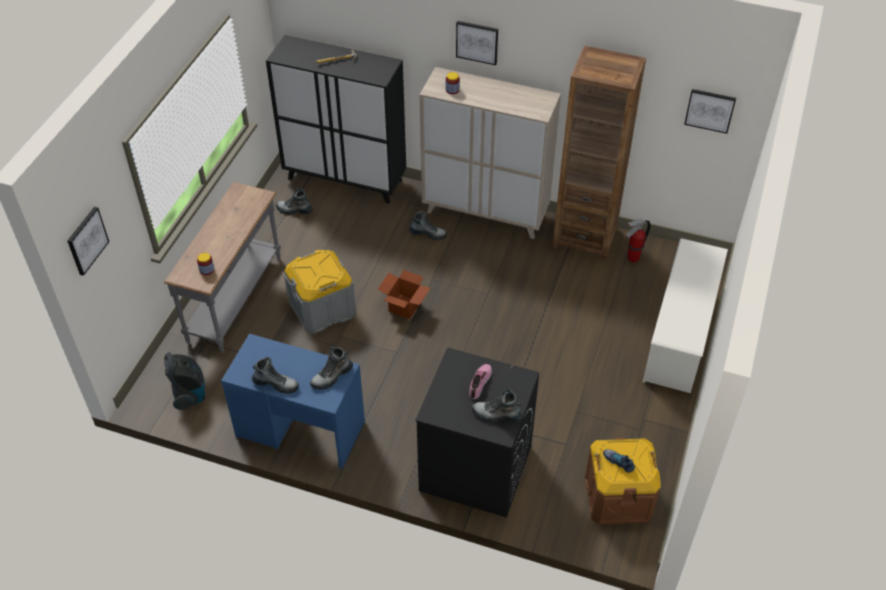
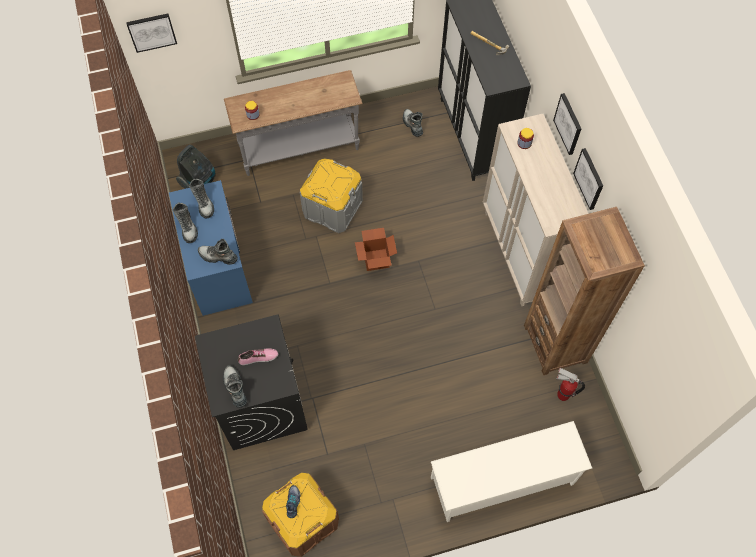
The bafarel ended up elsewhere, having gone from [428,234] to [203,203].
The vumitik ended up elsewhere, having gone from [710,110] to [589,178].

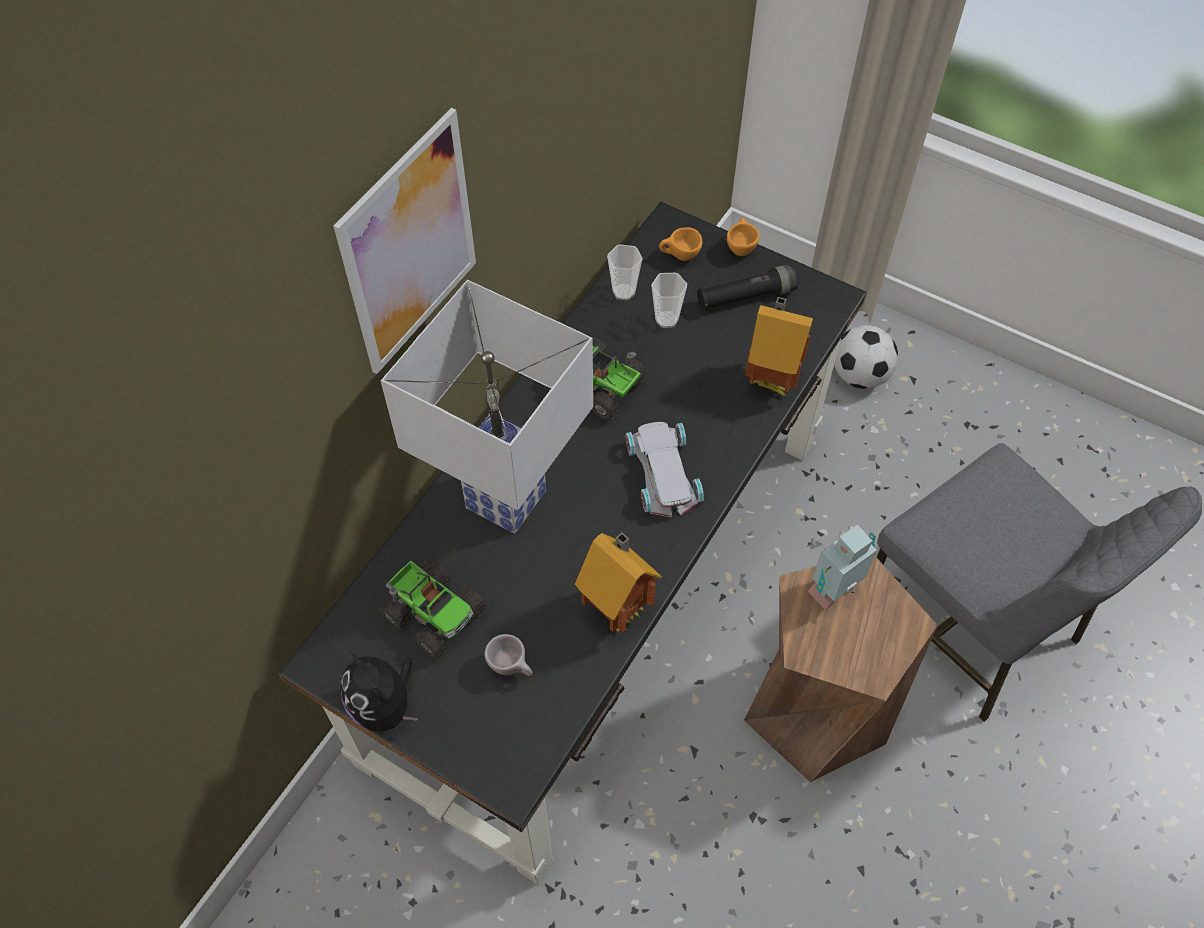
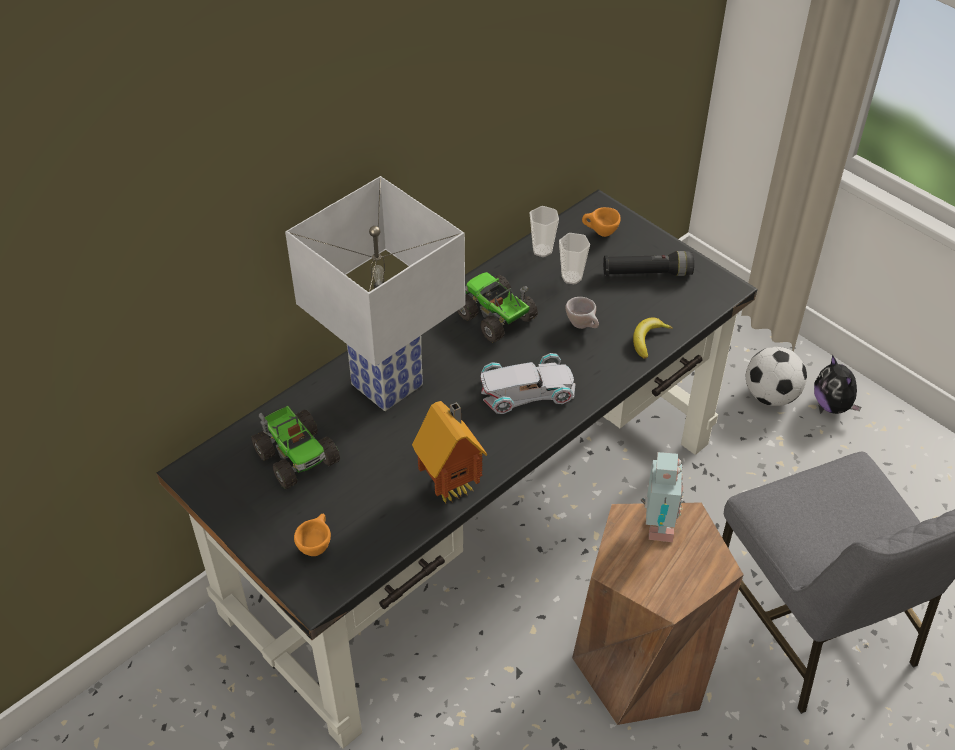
The second view lost the vumitik at [410,245].
The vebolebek ended up elsewhere, having gone from [385,706] to [833,405].
The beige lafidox ended up elsewhere, having gone from [512,667] to [583,326].
The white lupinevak at [664,471] ended up facing another way, 75 degrees clockwise from before.
The orange lafidox ended up elsewhere, having gone from [740,248] to [316,545].
Where the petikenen stood at [771,379], the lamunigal came to stand at [648,339].
The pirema at [834,592] ended up facing another way, 120 degrees clockwise from before.

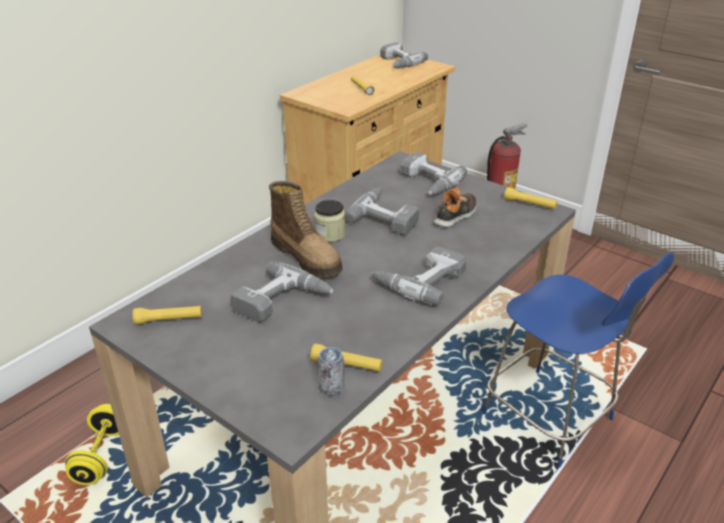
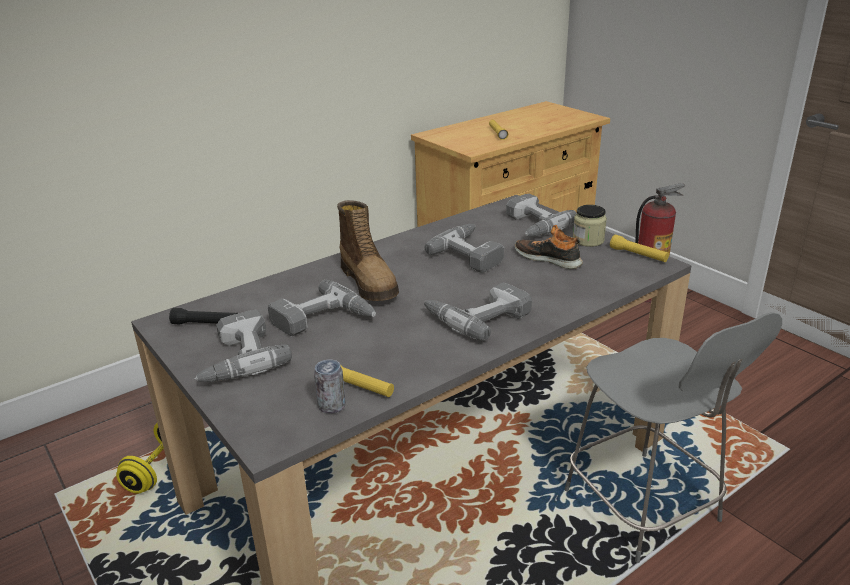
What was the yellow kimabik at [169,320] turned into the black kimabik at [206,324].
The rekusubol ended up elsewhere, having gone from [330,234] to [588,240].
The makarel ended up elsewhere, having gone from [397,63] to [236,358].
The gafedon at [456,215] ended up facing another way, 105 degrees counterclockwise from before.
What was the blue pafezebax at [551,419] turned into the grey pafezebax at [644,509].

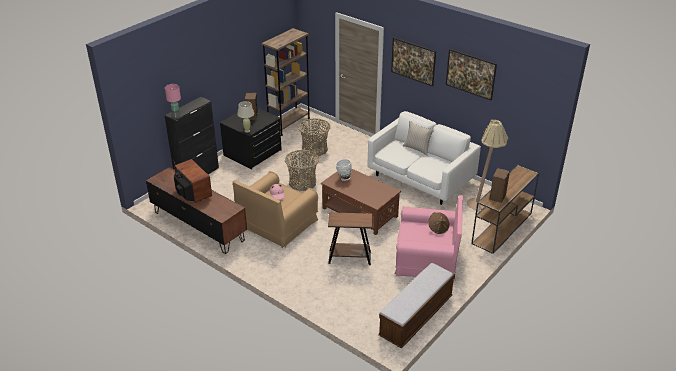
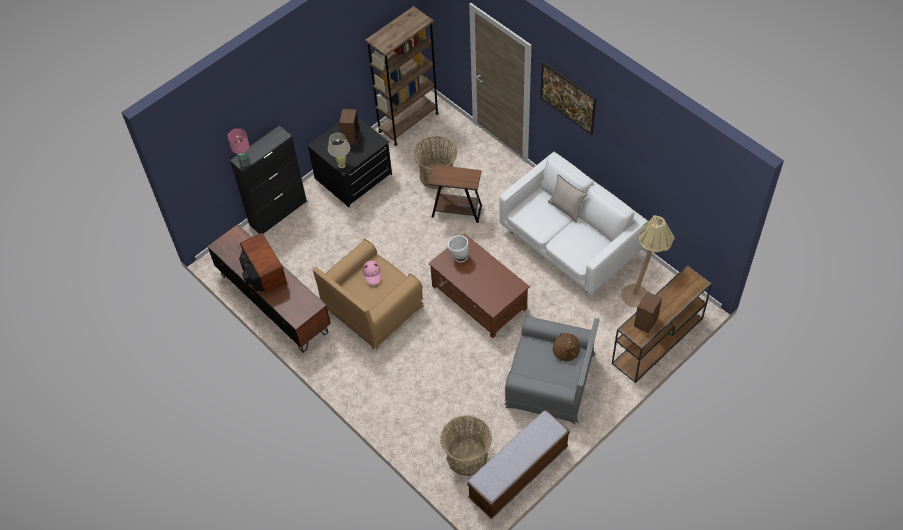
The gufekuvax ended up elsewhere, having gone from [302,182] to [467,456].
The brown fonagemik ended up elsewhere, having gone from [349,258] to [456,211].
What was the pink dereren at [426,256] turned into the grey dereren at [550,380].
The second view lost the vumitik at [469,83].

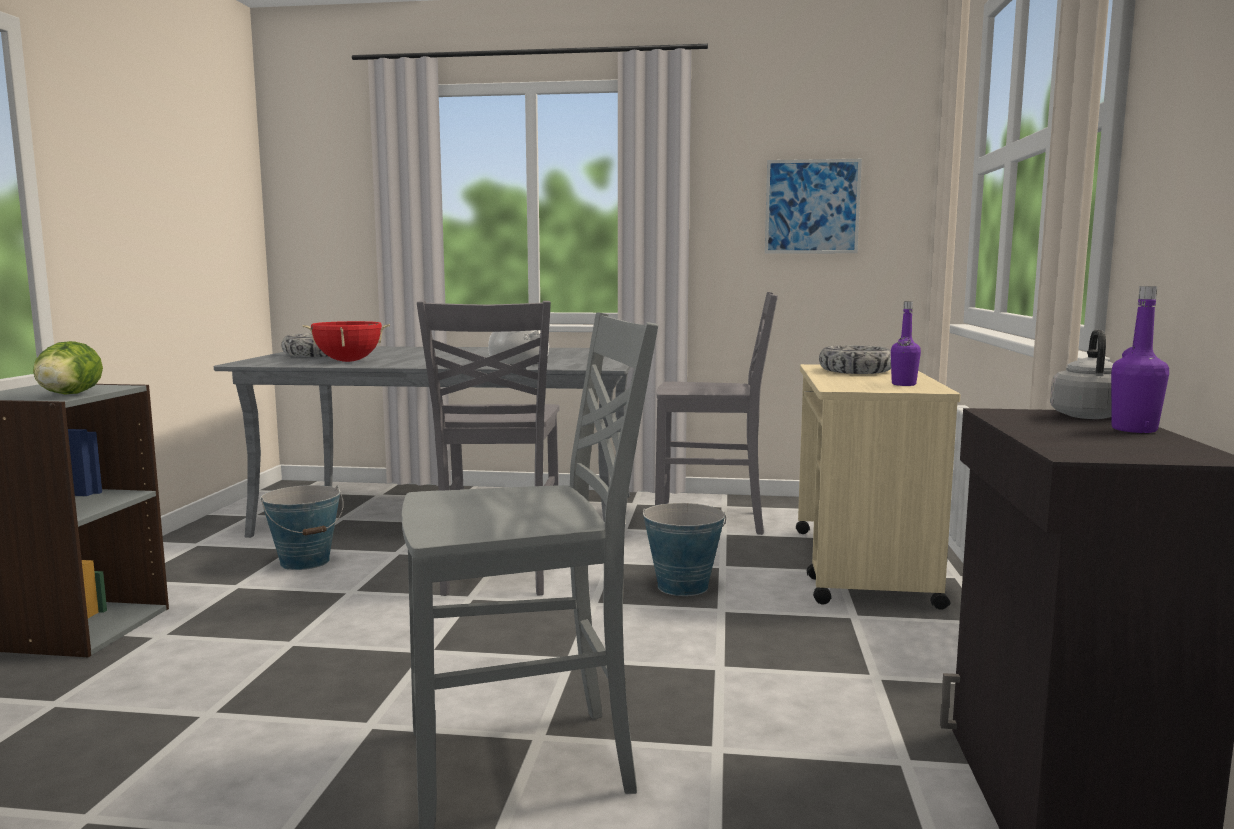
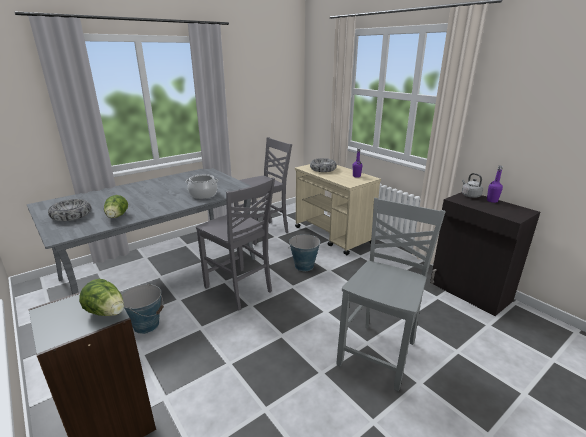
Where the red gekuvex stood at [348,361], the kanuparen came to stand at [117,217].
The second view lost the vumitik at [812,206].

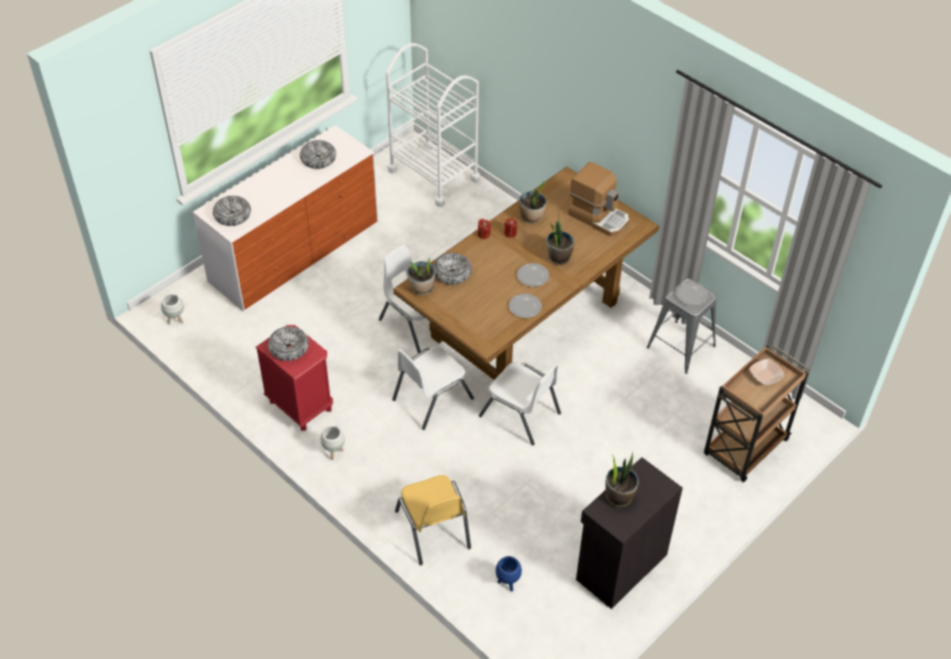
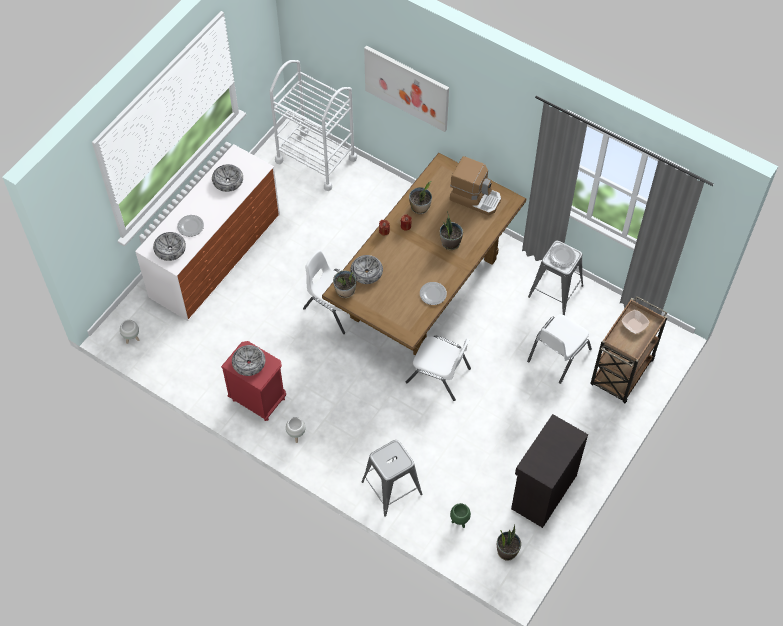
The white pafezebax ended up elsewhere, having gone from [431,399] to [558,355].
Where the yellow pafezebax stood at [433,530], the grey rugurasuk came to stand at [391,488].
What was the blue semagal at [507,583] turned into the green semagal at [459,521].
The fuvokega ended up elsewhere, having gone from [533,276] to [191,226].
The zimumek ended up elsewhere, having gone from [619,496] to [507,551].
The second view gained the vumitik at [407,87].

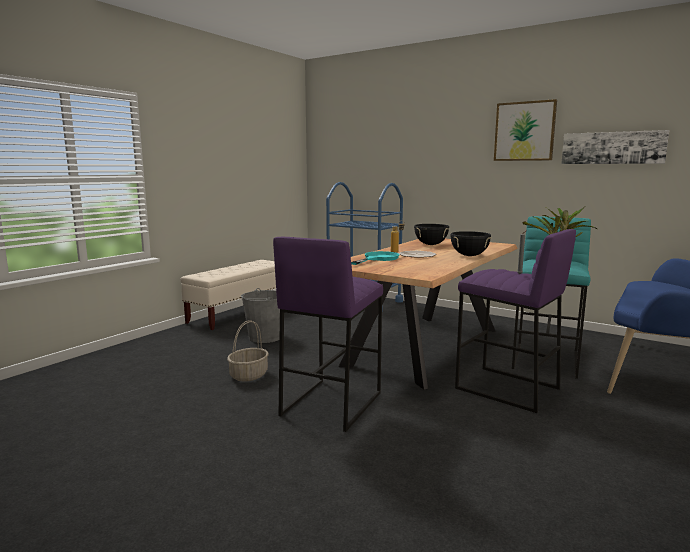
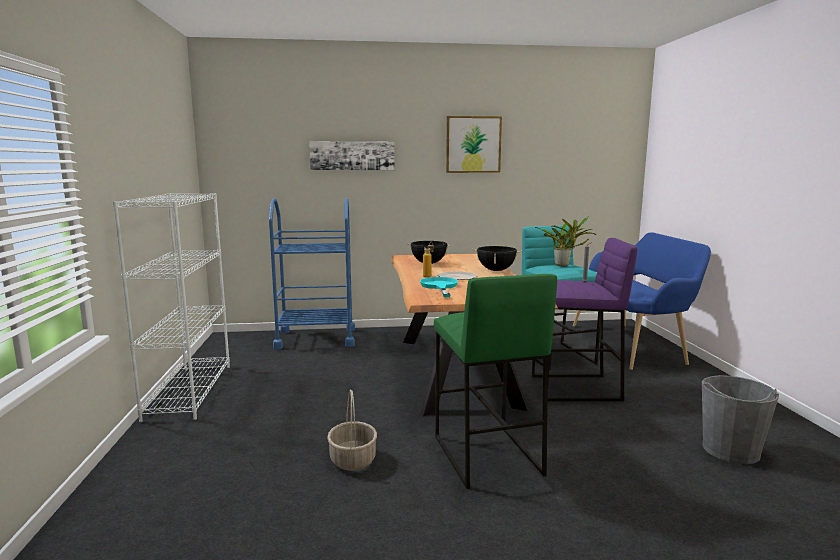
Where the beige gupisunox stood at [238,314], the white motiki came to stand at [189,391].
The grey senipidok ended up elsewhere, having gone from [264,337] to [730,450].
What was the purple rugurasuk at [331,403] turned into the green rugurasuk at [485,455].
The vumitik ended up elsewhere, having gone from [612,148] to [352,155].

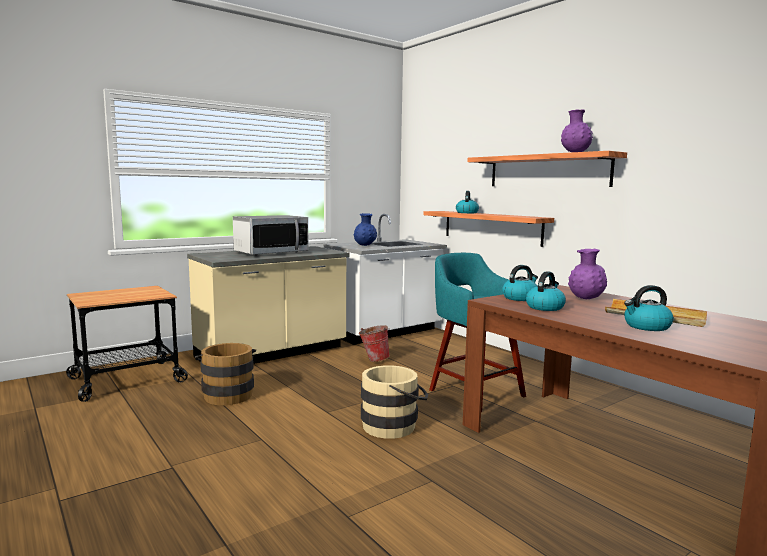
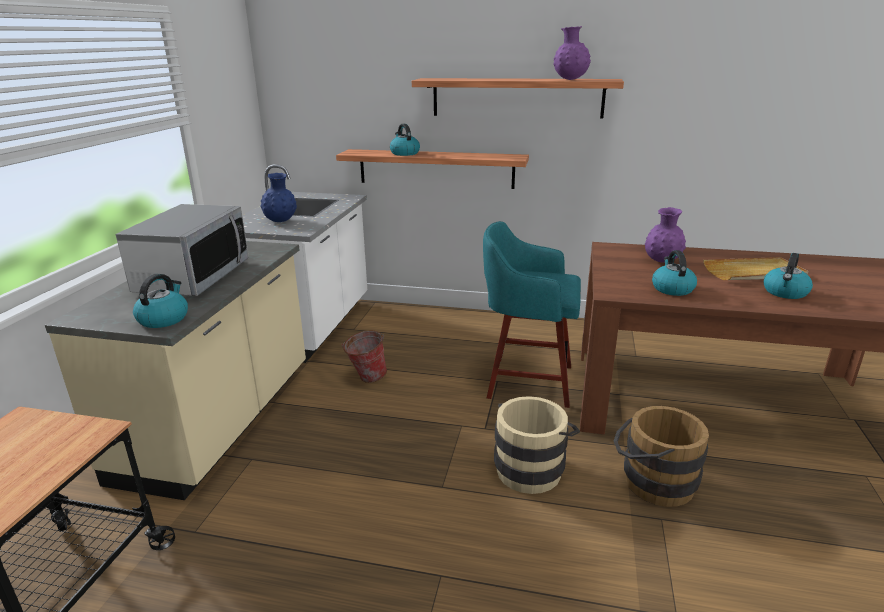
The brown senipidok ended up elsewhere, having gone from [227,394] to [651,481].
The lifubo ended up elsewhere, having gone from [520,298] to [163,319].

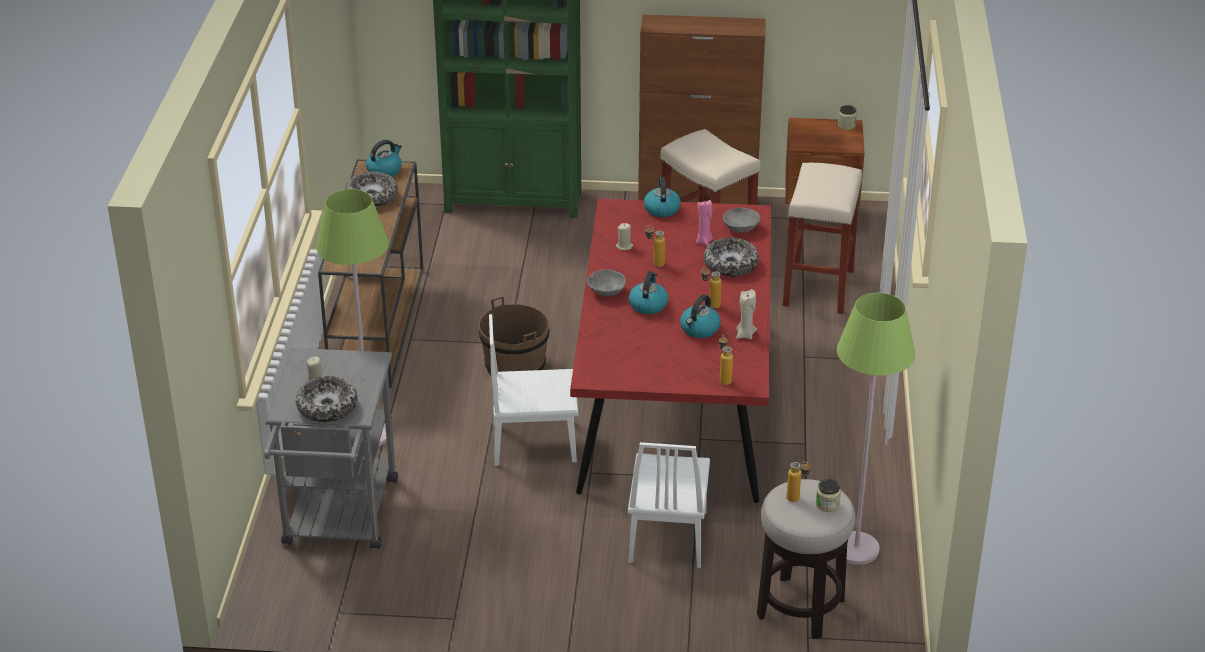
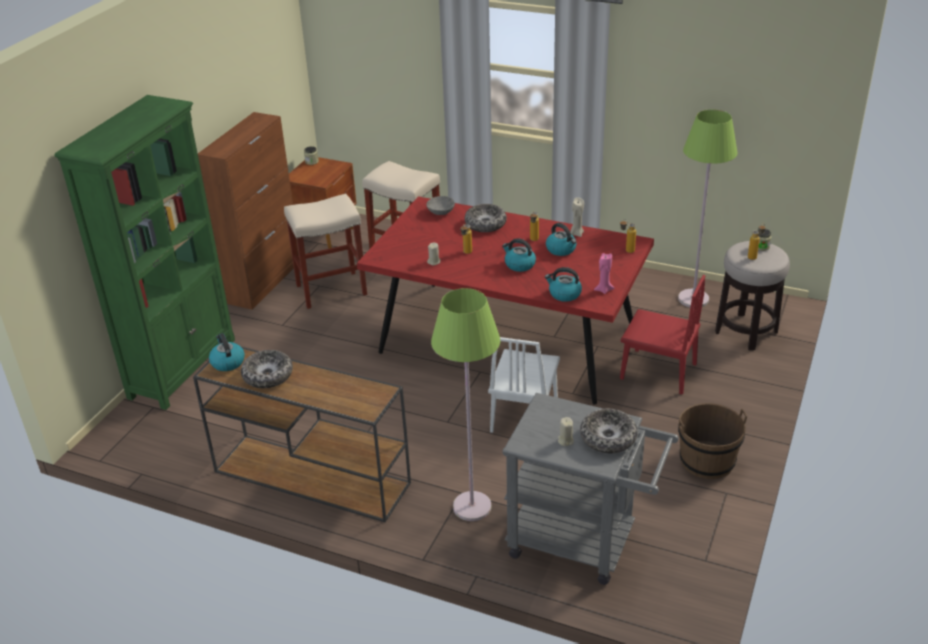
The brown senipidok ended up elsewhere, having gone from [515,367] to [707,461].
The second view lost the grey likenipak at [605,292].
What was the white pafezebax at [668,536] turned into the red pafezebax at [658,371].
The lifubo ended up elsewhere, having gone from [661,209] to [564,294].
The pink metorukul ended up elsewhere, having gone from [704,242] to [603,290].

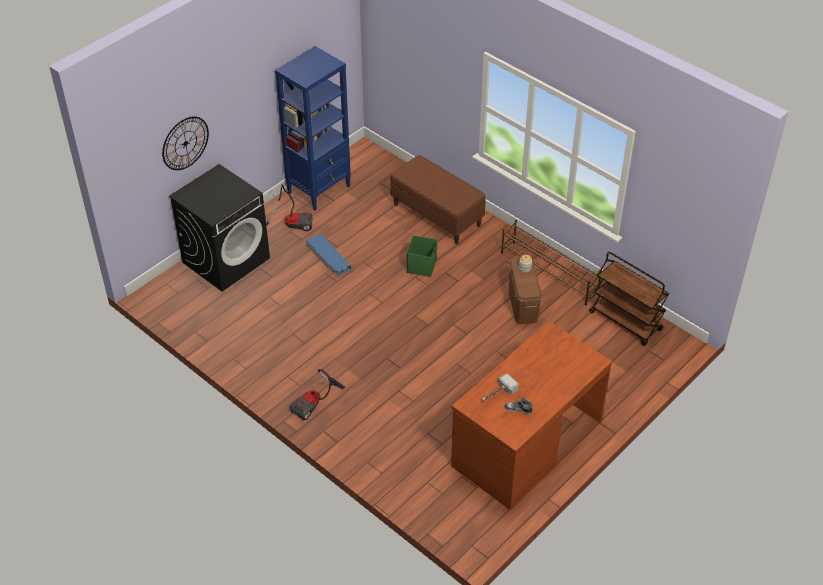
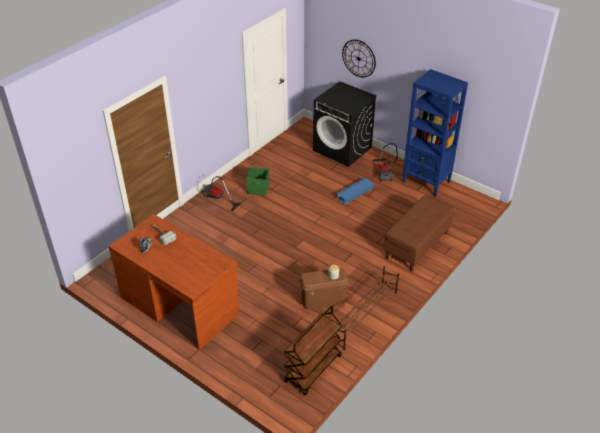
The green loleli ended up elsewhere, having gone from [422,265] to [258,189].

